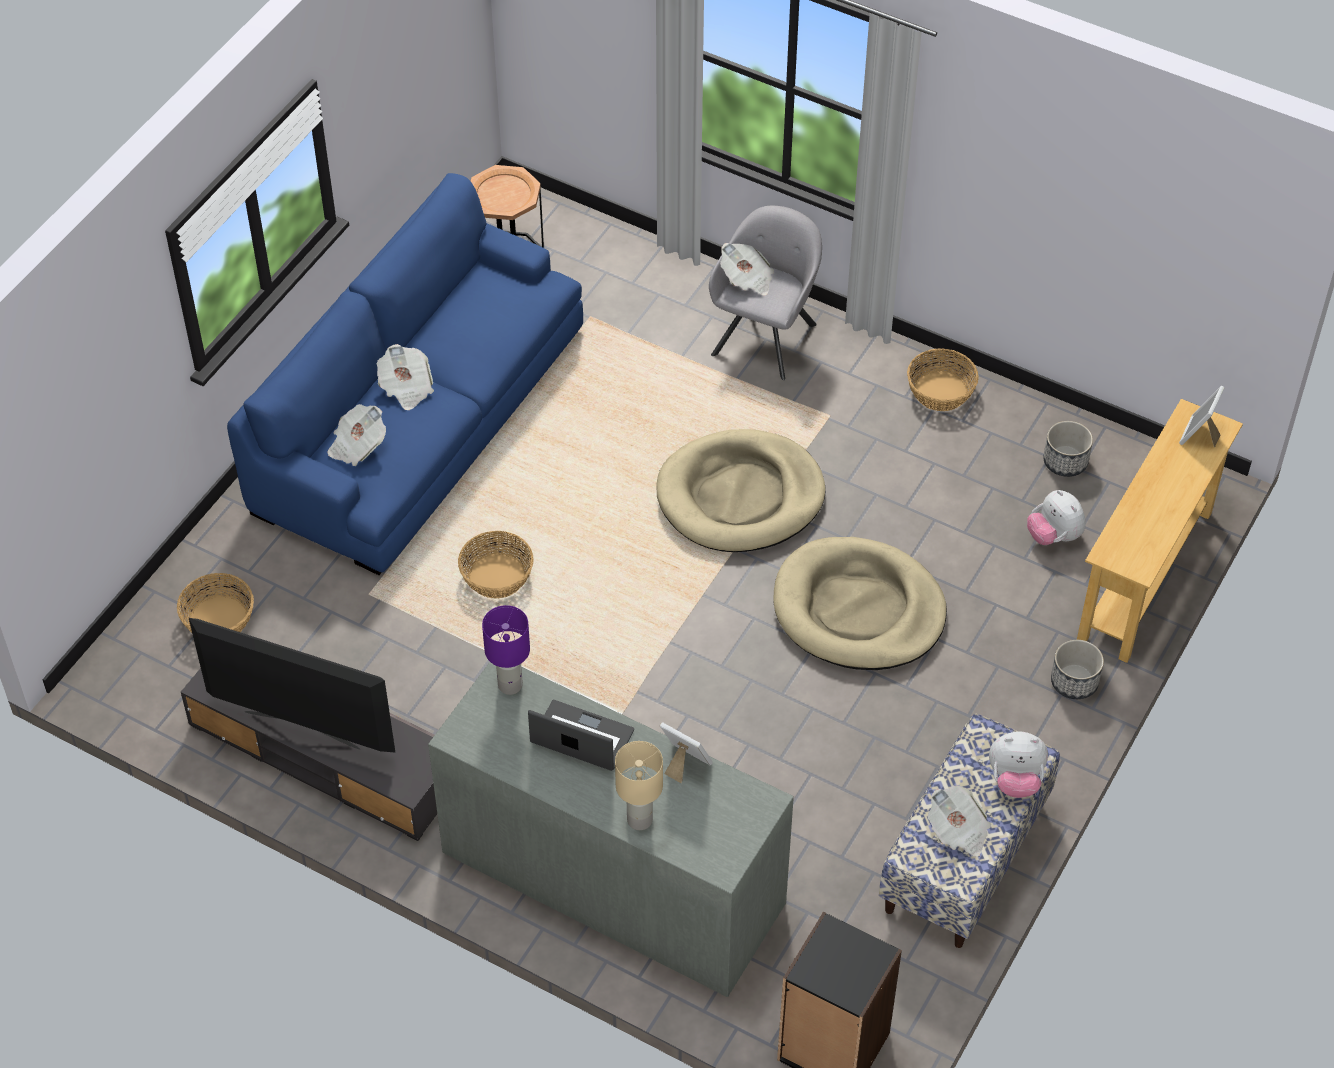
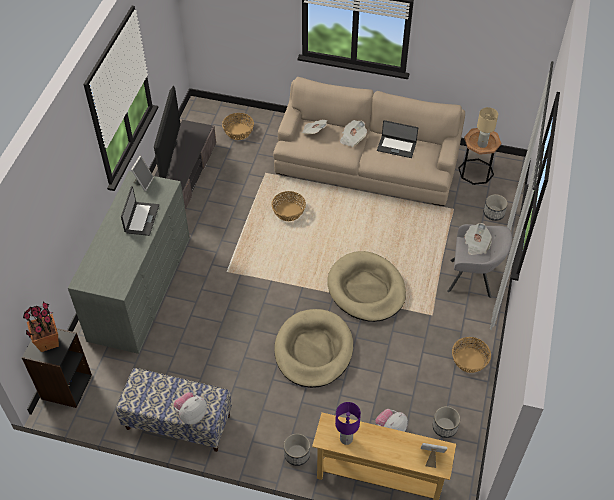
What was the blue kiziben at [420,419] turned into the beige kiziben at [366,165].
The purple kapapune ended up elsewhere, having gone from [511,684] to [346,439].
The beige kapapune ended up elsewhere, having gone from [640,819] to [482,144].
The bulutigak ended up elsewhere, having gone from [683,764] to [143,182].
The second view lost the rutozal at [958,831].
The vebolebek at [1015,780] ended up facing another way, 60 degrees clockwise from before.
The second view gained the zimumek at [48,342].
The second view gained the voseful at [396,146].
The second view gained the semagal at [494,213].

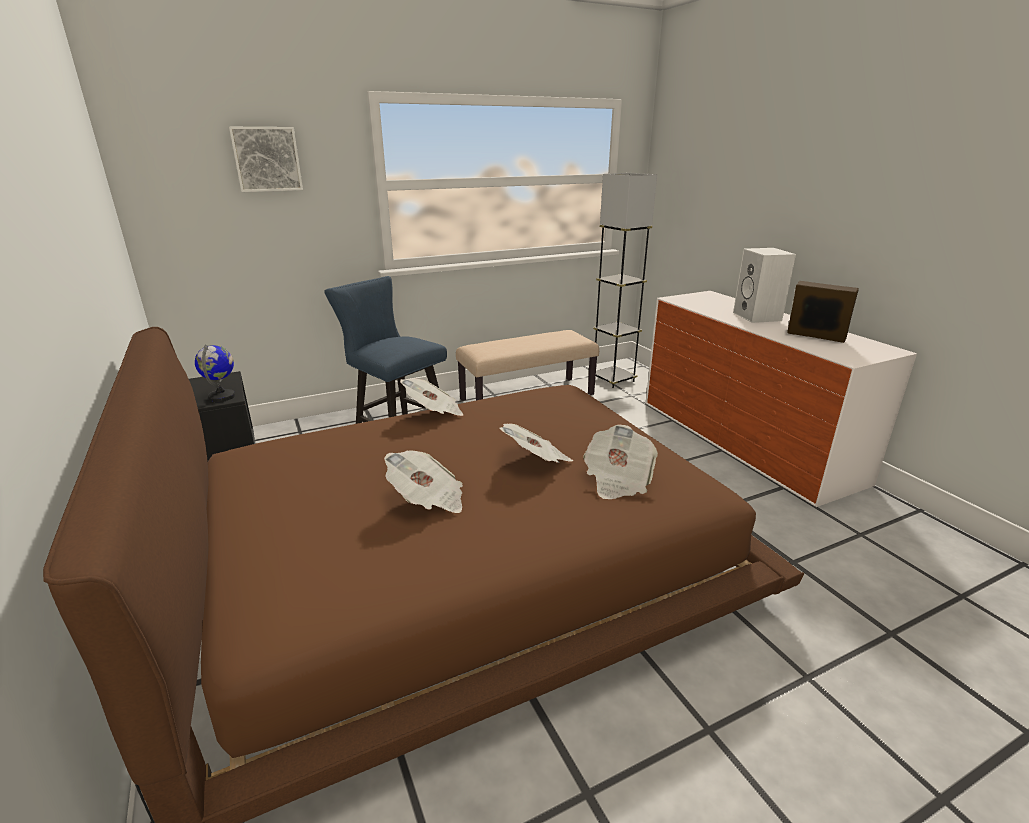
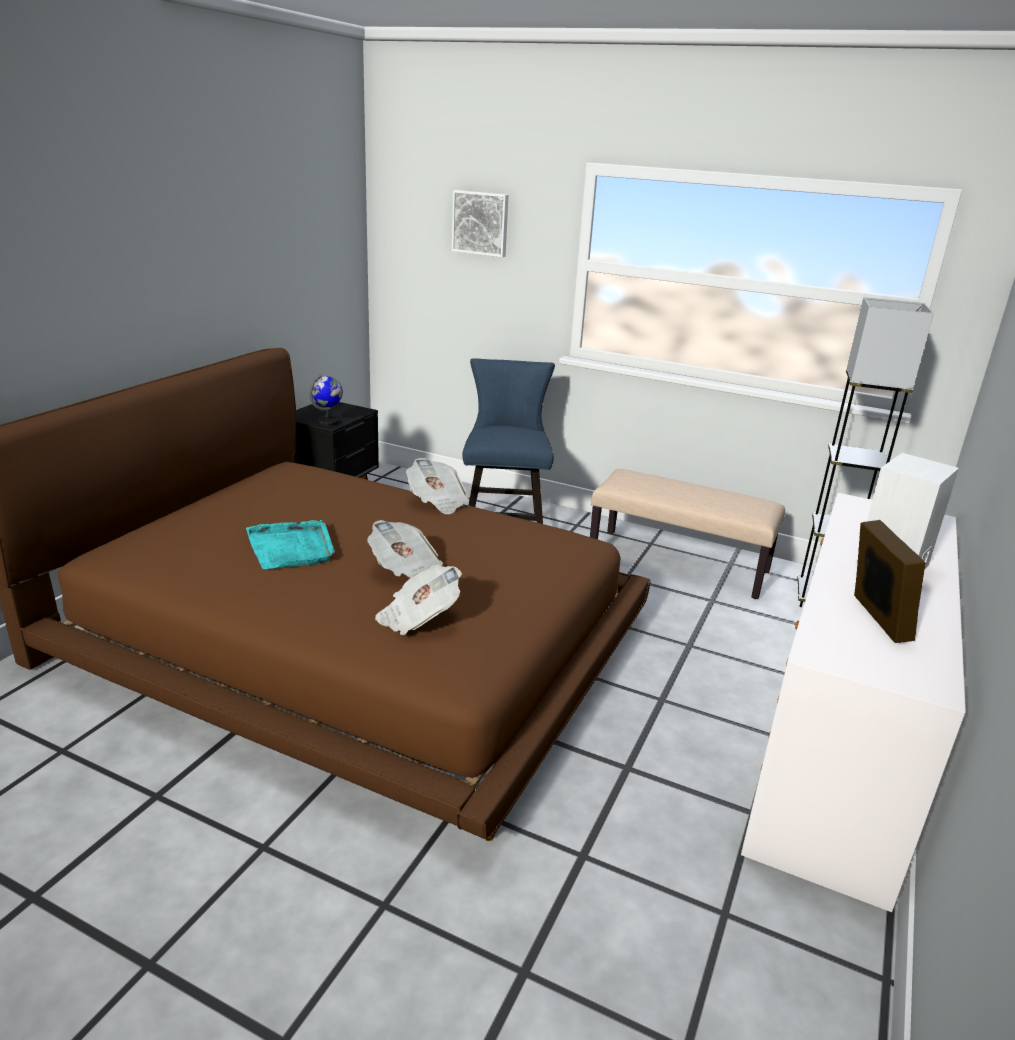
Where the rutozal stood at [428,499], the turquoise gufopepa came to stand at [292,548].

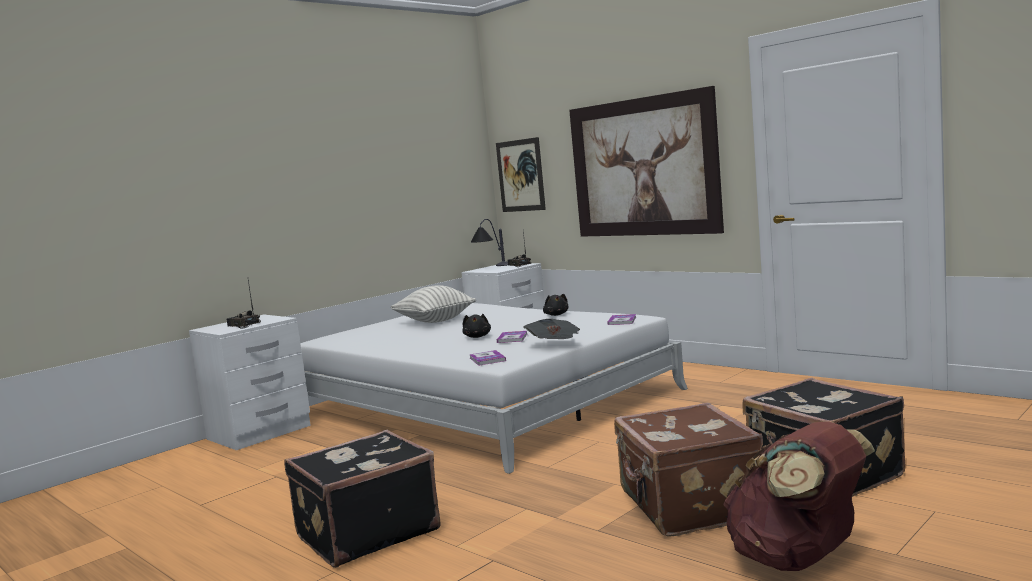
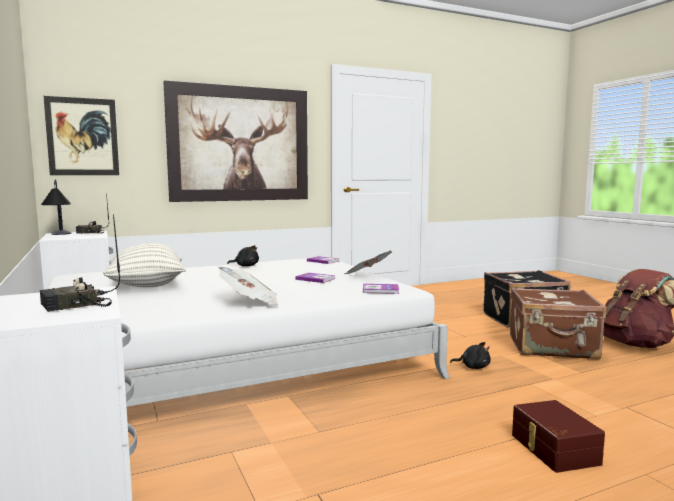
Where the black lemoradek stood at [365,532], the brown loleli came to stand at [553,449].
The black vebolebek ended up elsewhere, having gone from [477,337] to [473,367].
The second view gained the rutozal at [250,302].

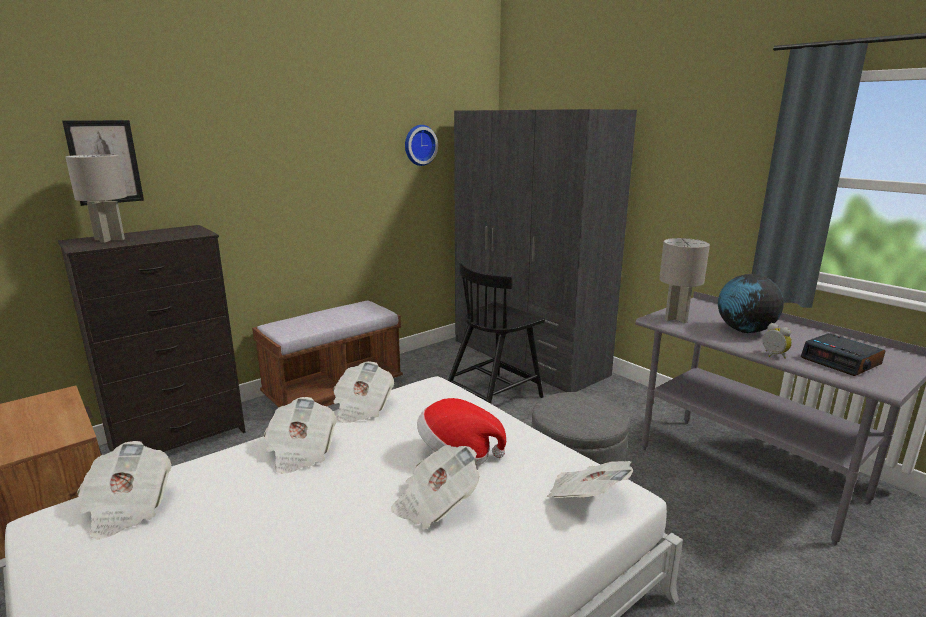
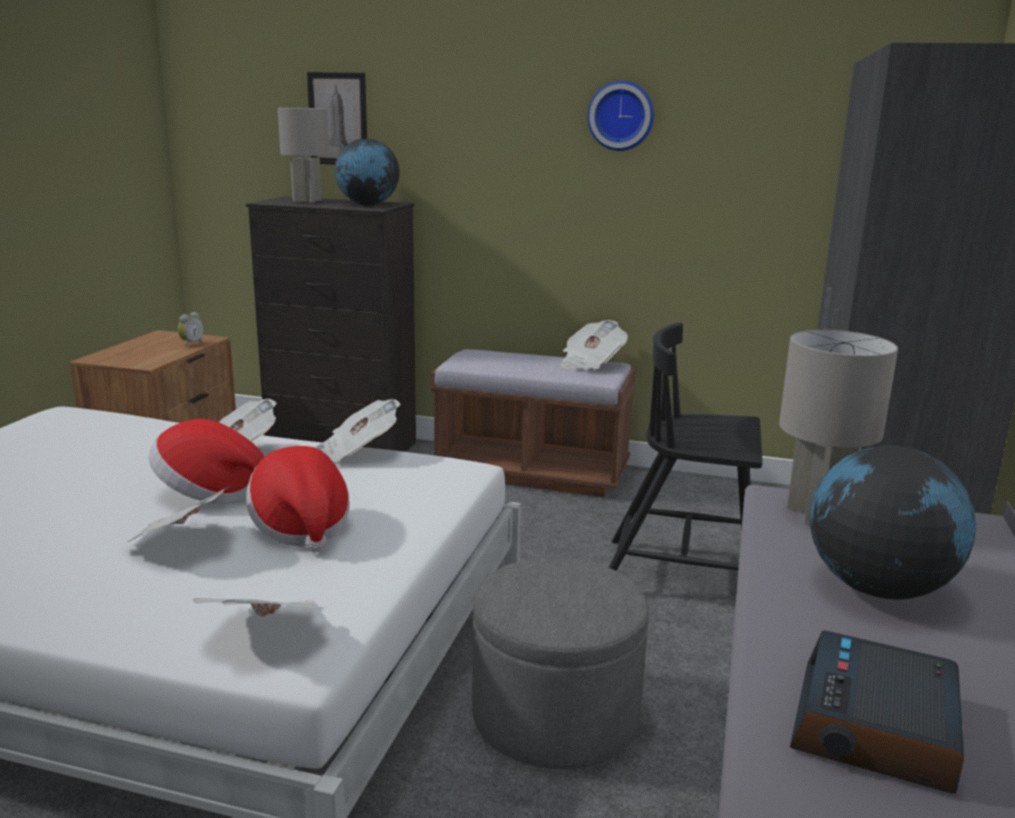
The rutozal ended up elsewhere, having gone from [127,508] to [590,363].
The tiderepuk ended up elsewhere, having gone from [419,145] to [621,116].
The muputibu ended up elsewhere, having gone from [773,355] to [191,344].
The second view gained the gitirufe at [208,493].
The second view gained the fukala at [367,204].

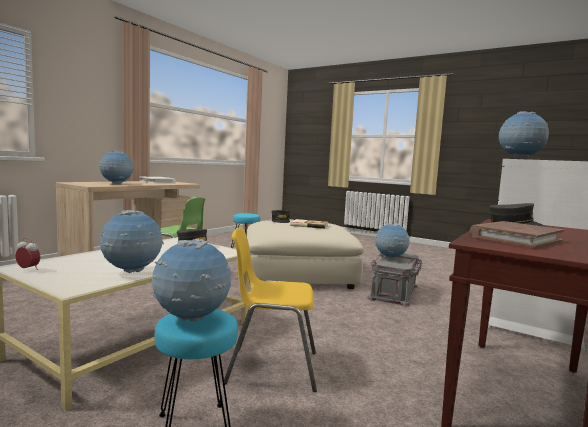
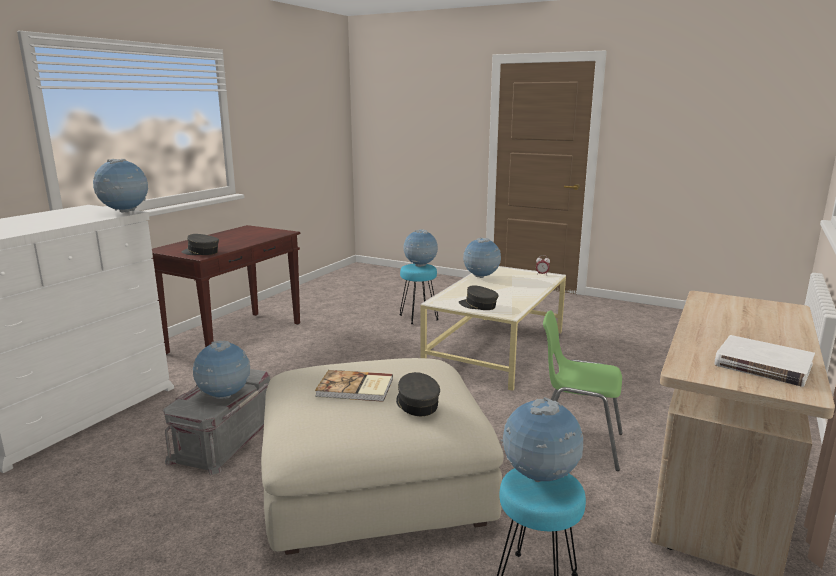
The fukala ended up elsewhere, having gone from [116,184] to [540,478].
The second view lost the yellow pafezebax at [271,367].
The second view lost the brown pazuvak at [515,238].

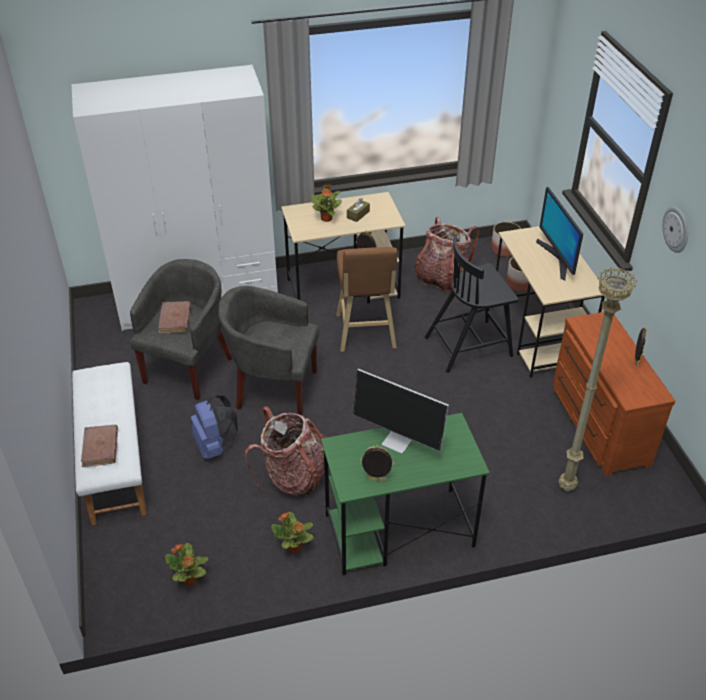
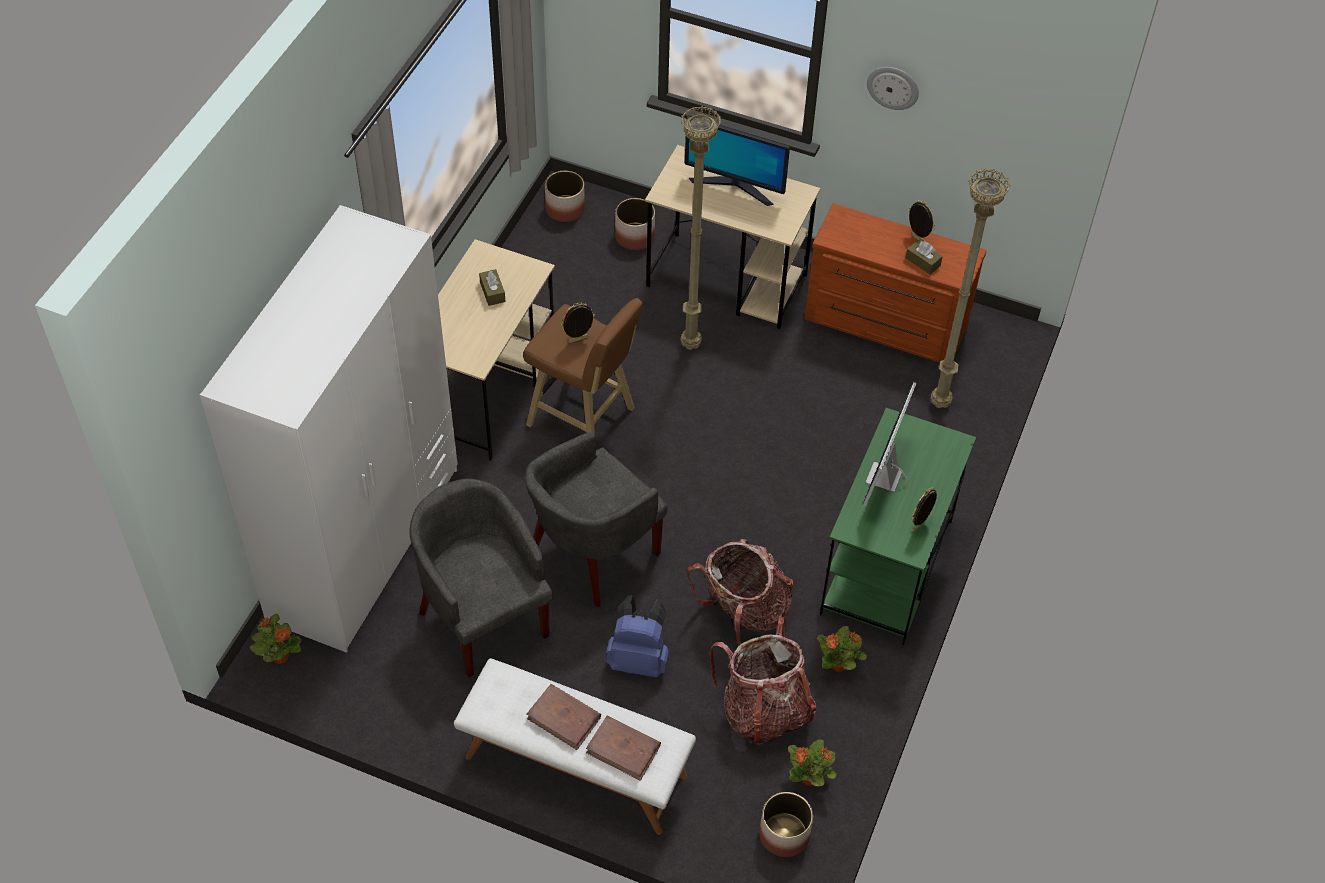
The brown pazuvak ended up elsewhere, having gone from [175,319] to [564,718].
The zimumek ended up elsewhere, having gone from [326,218] to [280,656].
The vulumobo at [398,441] ended up facing another way, 135 degrees clockwise from before.
The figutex ended up elsewhere, having gone from [441,277] to [764,711].
Where the black pafezebax stood at [469,346], the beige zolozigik came to stand at [689,345].
The second view gained the semagal at [783,834].
The second view gained the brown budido at [922,262].

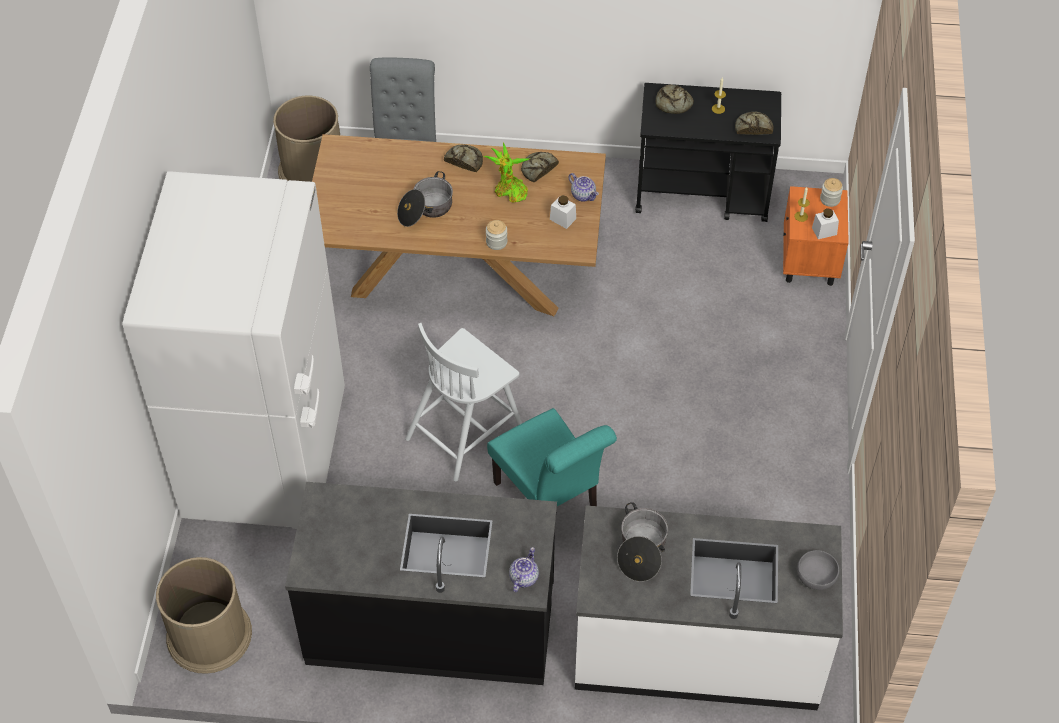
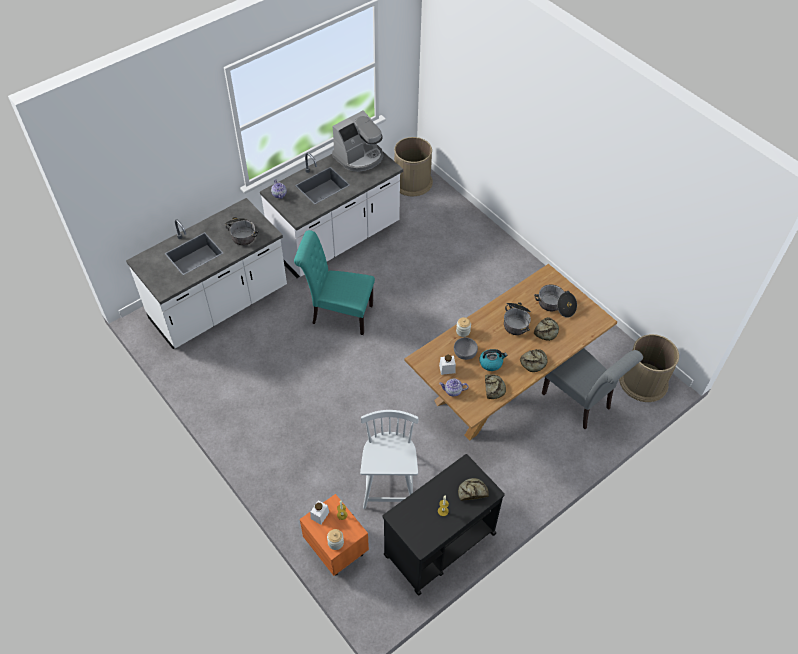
The second view lost the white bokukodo at [268,455].
What was the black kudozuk at [431,625] turned into the white kudozuk at [336,239].
The white pafezebax ended up elsewhere, having gone from [465,431] to [389,481].
Where the zimumek stood at [509,191], the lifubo came to stand at [491,363].
The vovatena ended up elsewhere, having gone from [753,127] to [547,331].
The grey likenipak ended up elsewhere, having gone from [816,577] to [464,353].
The second view gained the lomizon at [359,157].
The second view gained the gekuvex at [555,305].

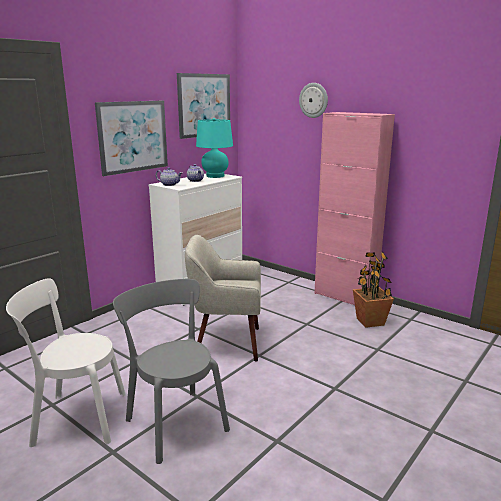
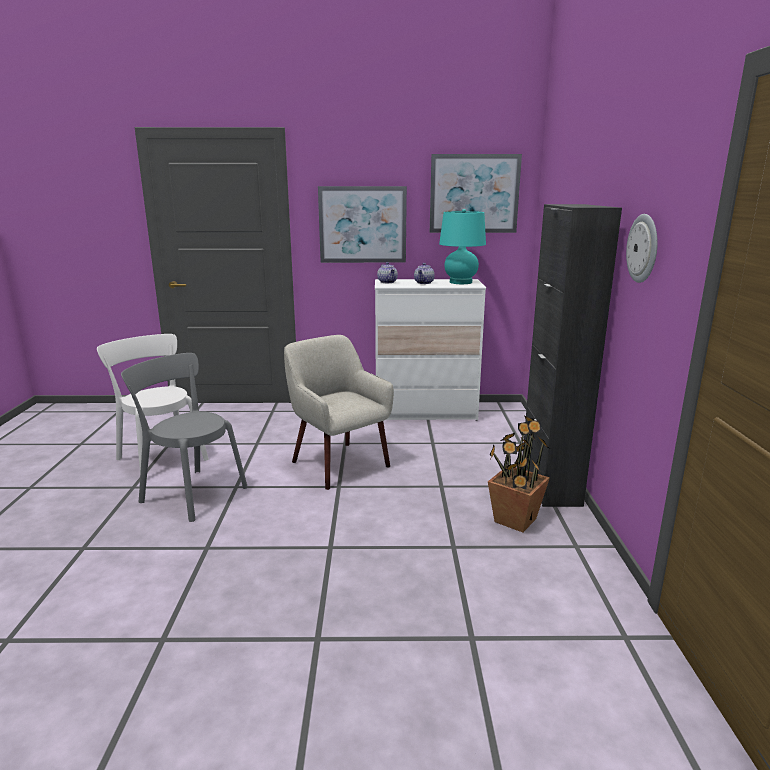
The grey pafezebax at [175,421] ended up facing another way, 75 degrees counterclockwise from before.
The tiderepuk ended up elsewhere, having gone from [313,100] to [643,248].
What was the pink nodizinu at [345,297] turned into the black nodizinu at [550,484].

